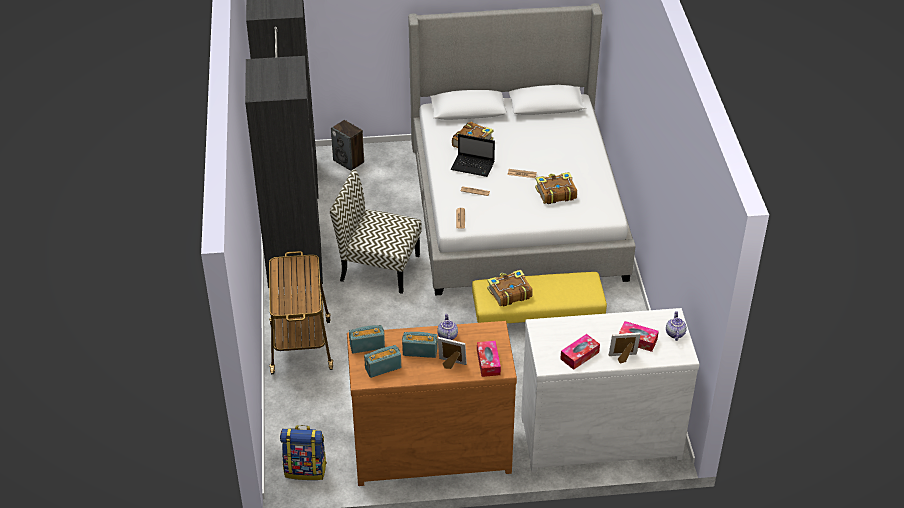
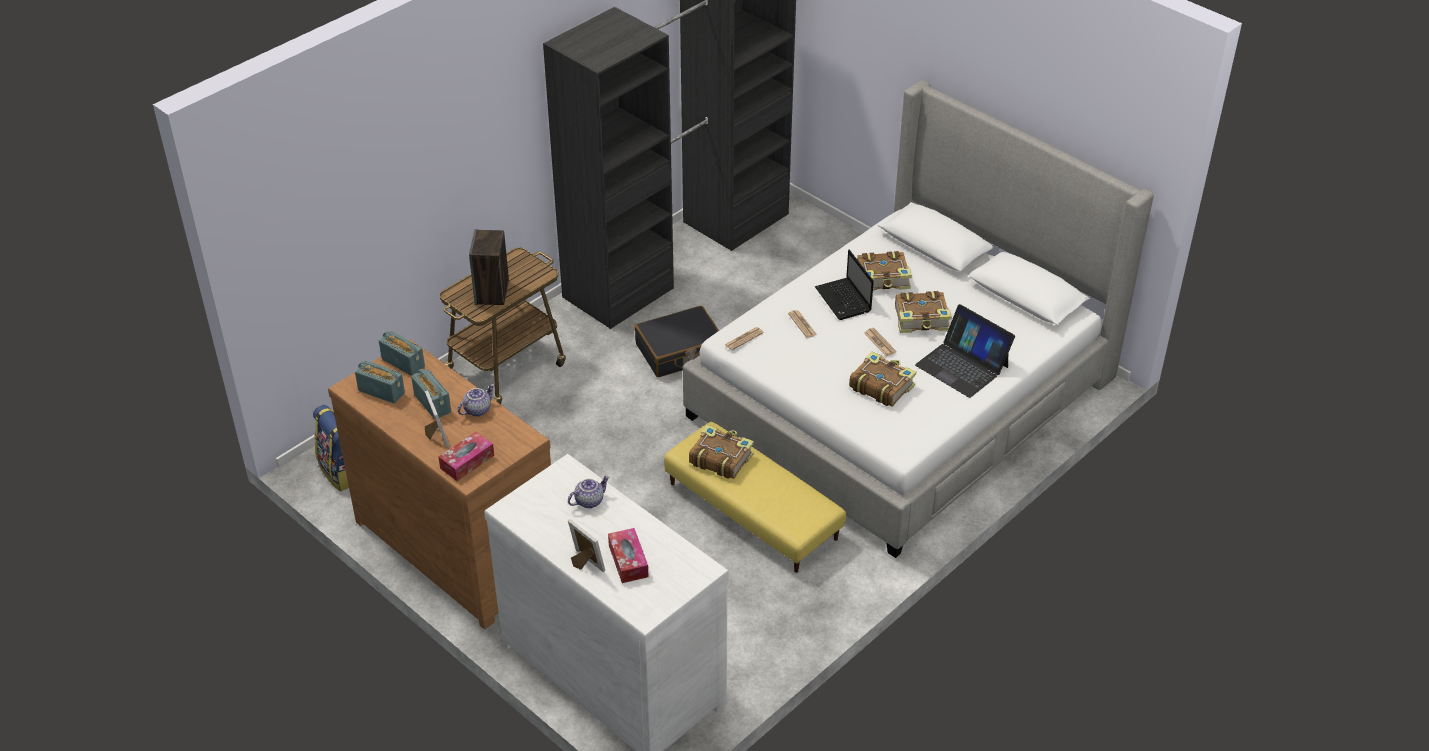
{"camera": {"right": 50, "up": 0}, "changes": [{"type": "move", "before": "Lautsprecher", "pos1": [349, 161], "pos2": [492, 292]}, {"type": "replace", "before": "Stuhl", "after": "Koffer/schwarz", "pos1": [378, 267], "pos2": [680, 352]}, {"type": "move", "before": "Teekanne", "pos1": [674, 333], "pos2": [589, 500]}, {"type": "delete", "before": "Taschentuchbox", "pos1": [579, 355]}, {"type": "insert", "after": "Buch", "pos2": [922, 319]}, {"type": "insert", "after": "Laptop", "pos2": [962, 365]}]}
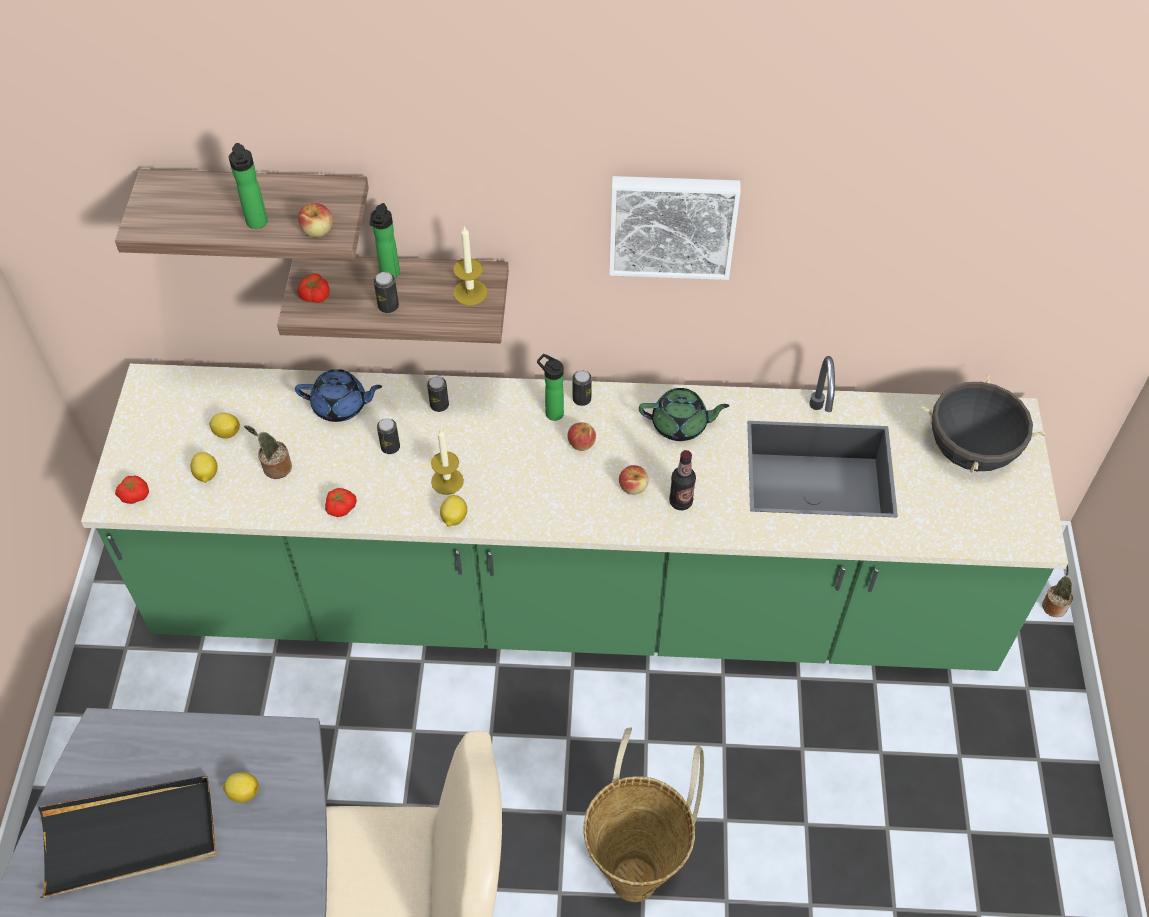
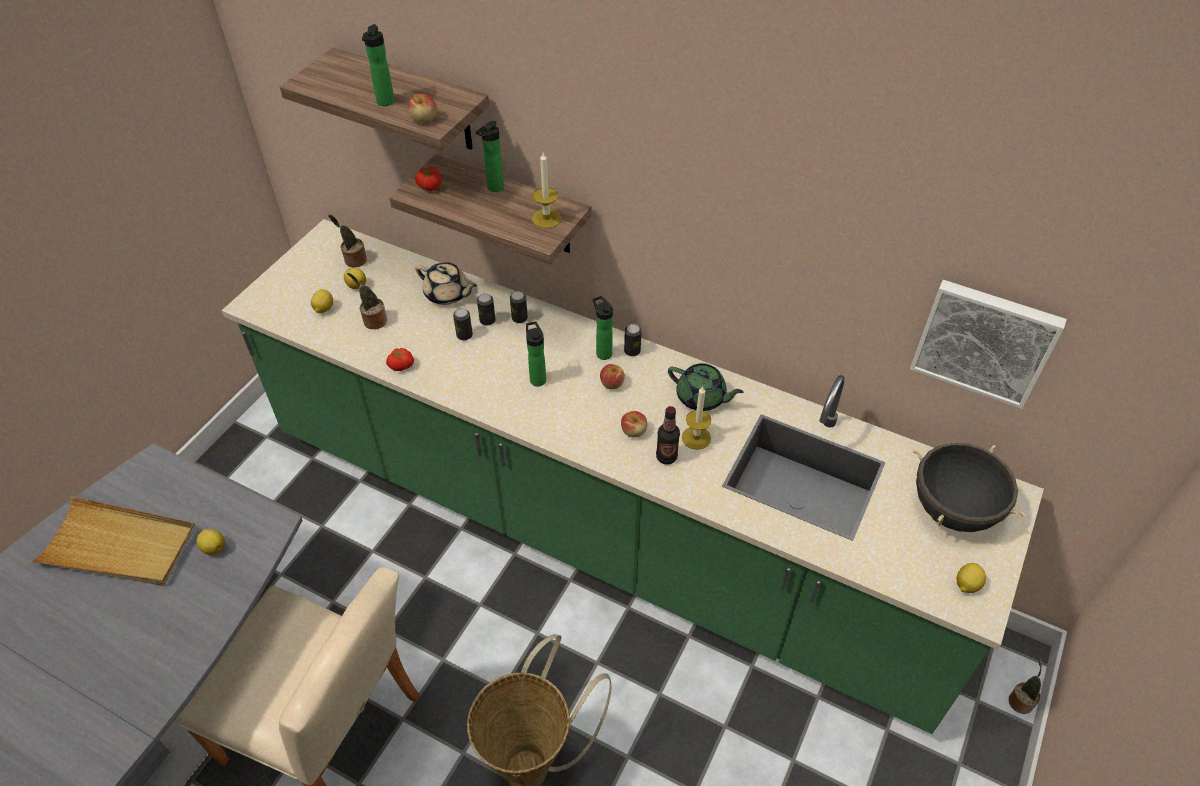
{"camera": {"right": 25, "up": -5}, "changes": [{"type": "move", "before": "Bild", "pos1": [672, 224], "pos2": [985, 341]}, {"type": "move", "before": "Dose", "pos1": [388, 306], "pos2": [487, 320]}, {"type": "recolor", "before": "Teekanne/blau", "after": "Teekanne/beige", "pos1": [341, 406], "pos2": [447, 294]}, {"type": "move", "before": "Kerze", "pos1": [447, 481], "pos2": [696, 437]}, {"type": "delete", "before": "Tomate", "pos1": [135, 494]}, {"type": "move", "before": "Zitrone", "pos1": [453, 518], "pos2": [966, 585]}, {"type": "recolor", "before": "Tablett/schwarz", "after": "Tablett/beige", "pos1": [130, 837], "pos2": [119, 546]}, {"type": "insert", "after": "Topfpflanze", "pos2": [354, 260]}, {"type": "insert", "after": "Flasche", "pos2": [537, 378]}]}
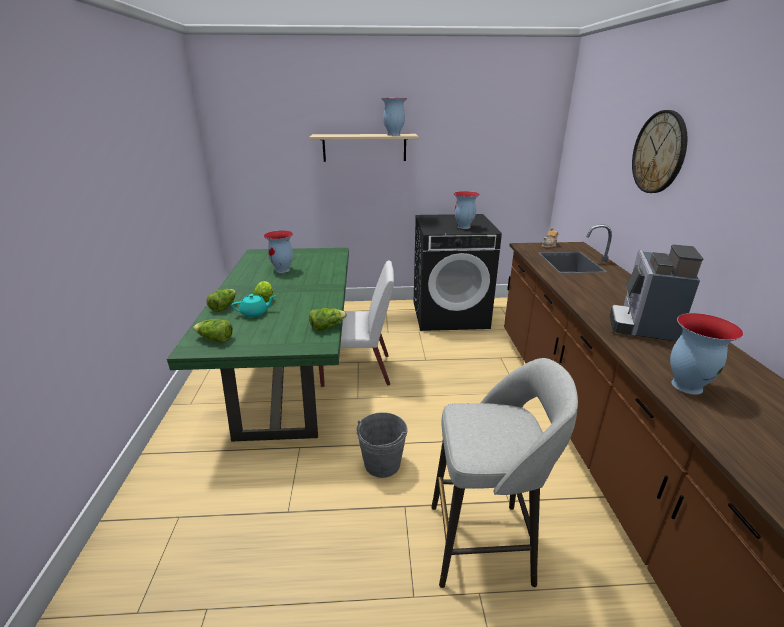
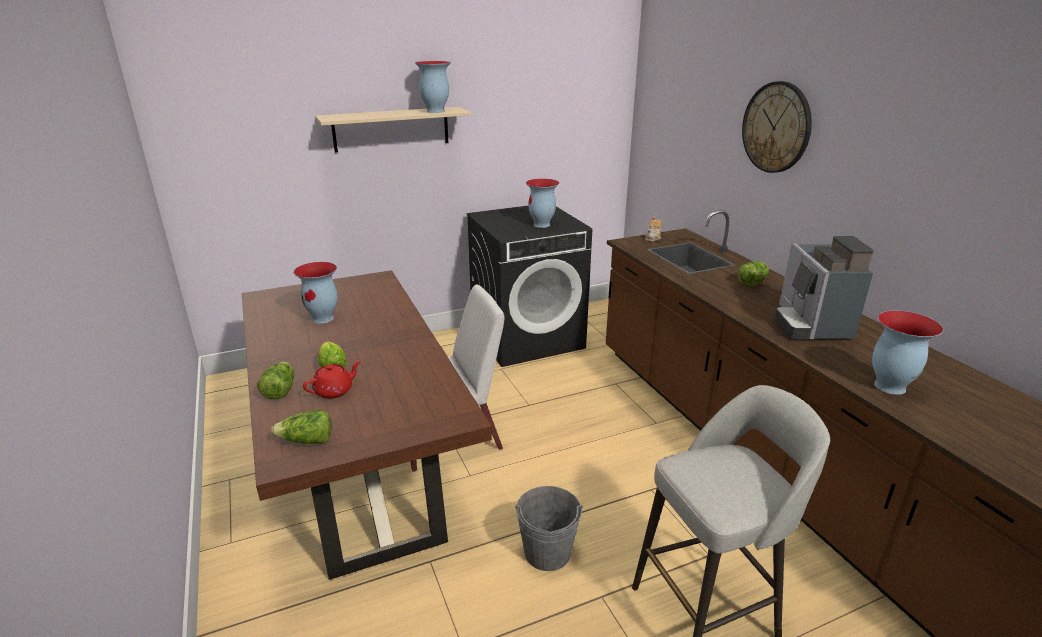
{"camera": {"right": -20, "up": 0}, "changes": [{"type": "recolor", "before": "Esstisch/grün", "after": "Esstisch/braun", "pos1": [291, 373], "pos2": [359, 461]}, {"type": "recolor", "before": "Teekanne/türkis", "after": "Teekanne/rot", "pos1": [255, 313], "pos2": [334, 391]}, {"type": "move", "before": "Salatkopf", "pos1": [327, 327], "pos2": [752, 282]}]}
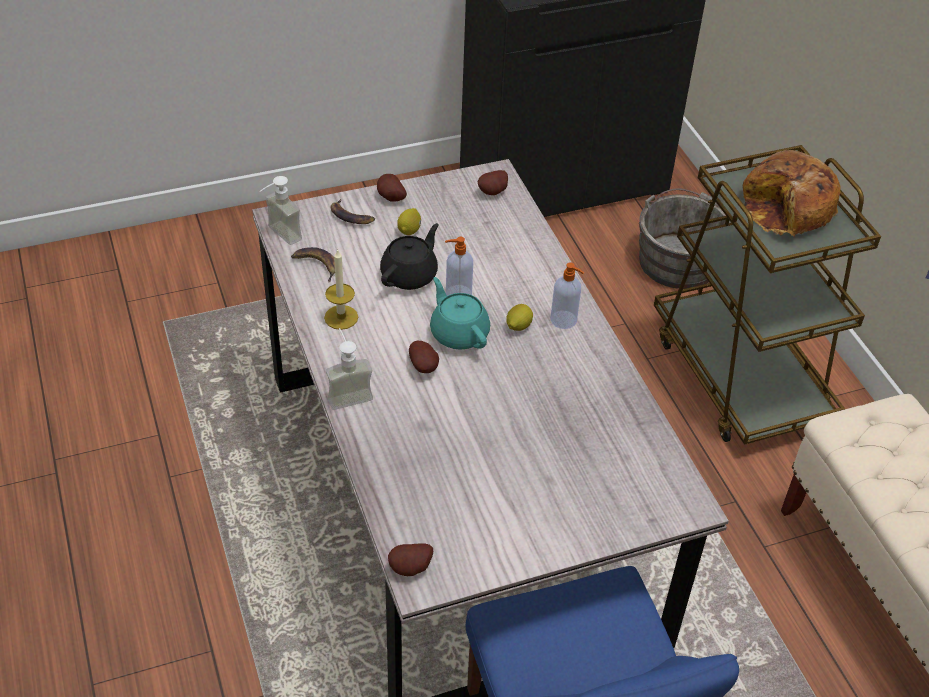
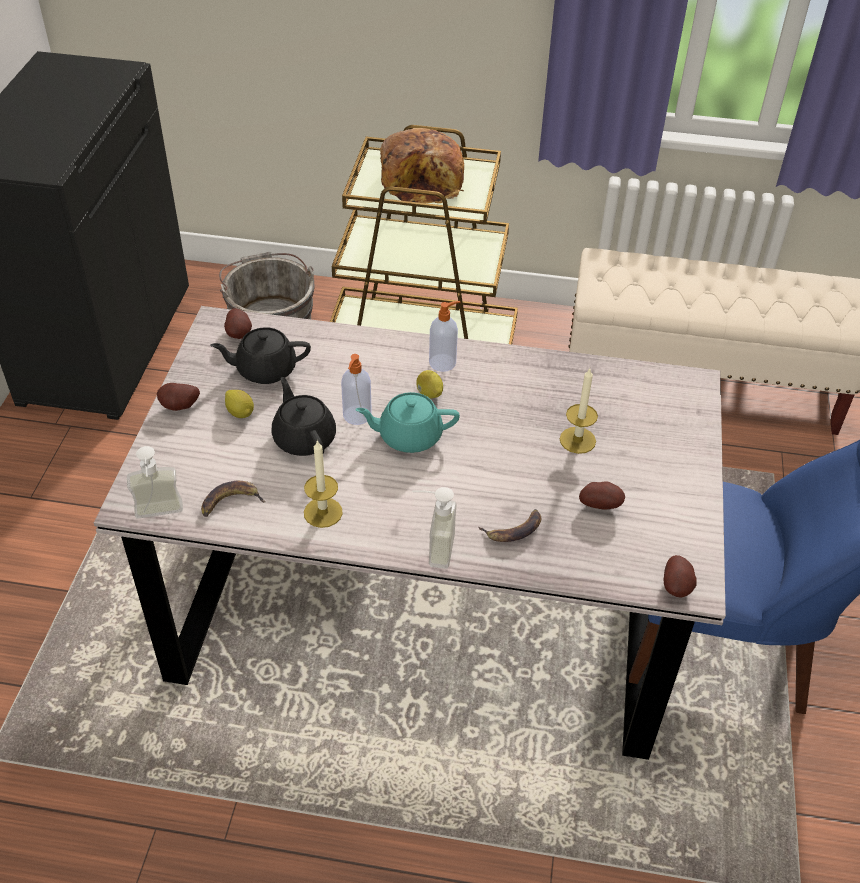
{"camera": {"right": -60, "up": 0}, "changes": [{"type": "move", "before": "Banane", "pos1": [351, 216], "pos2": [514, 529]}, {"type": "move", "before": "Kartoffel", "pos1": [424, 367], "pos2": [600, 504]}, {"type": "insert", "after": "Teekanne/schwarz", "pos2": [265, 369]}, {"type": "insert", "after": "Kerze", "pos2": [577, 440]}]}
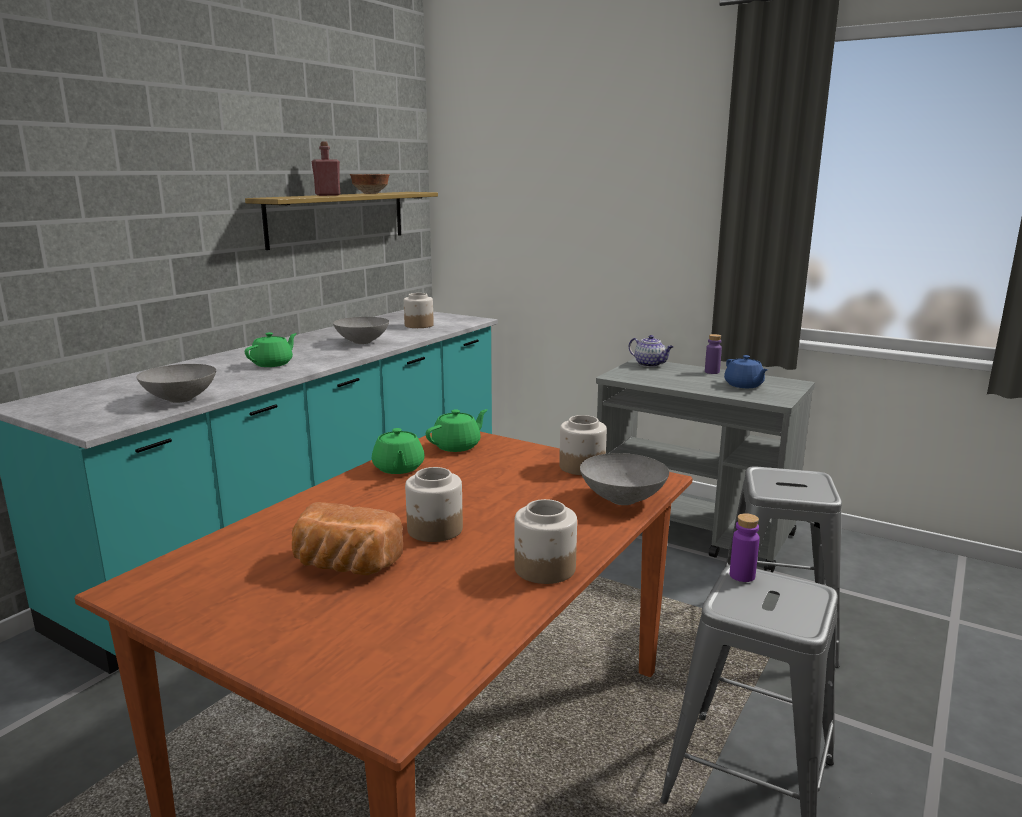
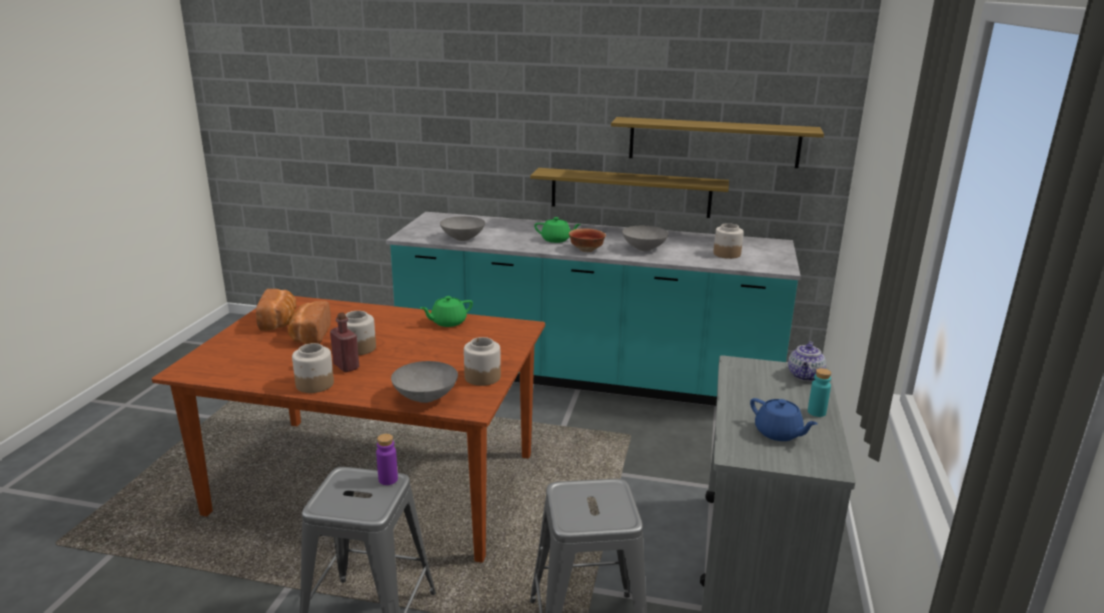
{"camera": {"right": 70, "up": 5}, "changes": [{"type": "move", "before": "Flasche/rot", "pos1": [327, 195], "pos2": [346, 366]}, {"type": "move", "before": "Schüssel", "pos1": [370, 193], "pos2": [587, 250]}, {"type": "recolor", "before": "Flasche/lila", "after": "Flasche/türkis", "pos1": [712, 372], "pos2": [816, 412]}, {"type": "rotate", "before": "Teekanne/blau", "pos1": [744, 385], "pos2": [778, 433], "turn": -90}, {"type": "delete", "before": "Teekanne/grün", "pos1": [457, 446]}, {"type": "insert", "after": "Wandregal", "pos2": [630, 192]}, {"type": "insert", "after": "Brot", "pos2": [279, 322]}]}
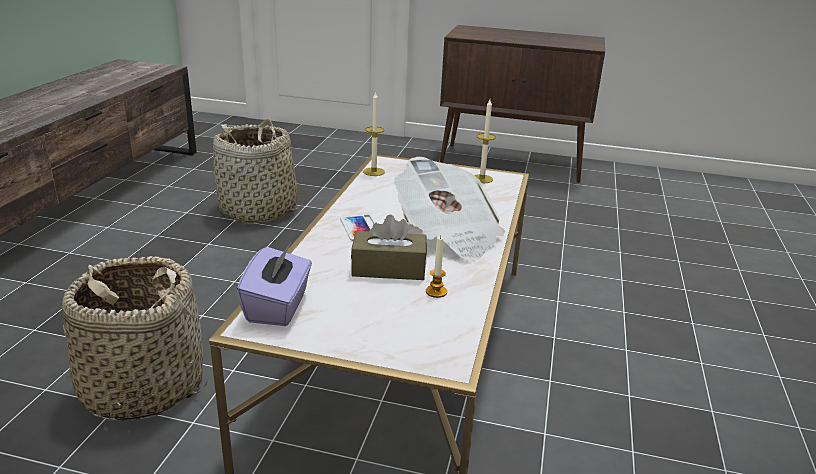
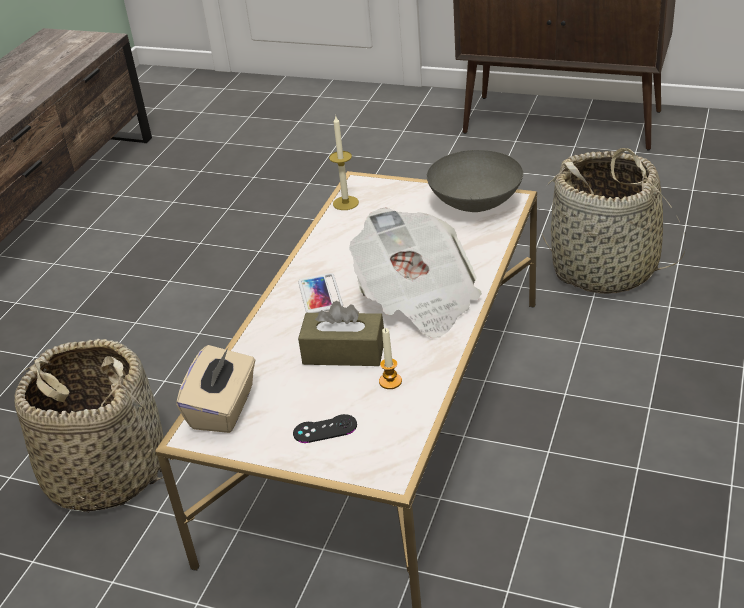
{"camera": {"right": 10, "up": 10}, "changes": [{"type": "replace", "before": "Kerze", "after": "Schüssel/grau", "pos1": [482, 179], "pos2": [475, 205]}, {"type": "move", "before": "Korb", "pos1": [259, 210], "pos2": [605, 269]}, {"type": "recolor", "before": "Taschentuchbox/lila", "after": "Taschentuchbox/beige", "pos1": [278, 307], "pos2": [223, 408]}, {"type": "insert", "after": "Gamepad/schwarz", "pos2": [325, 429]}]}
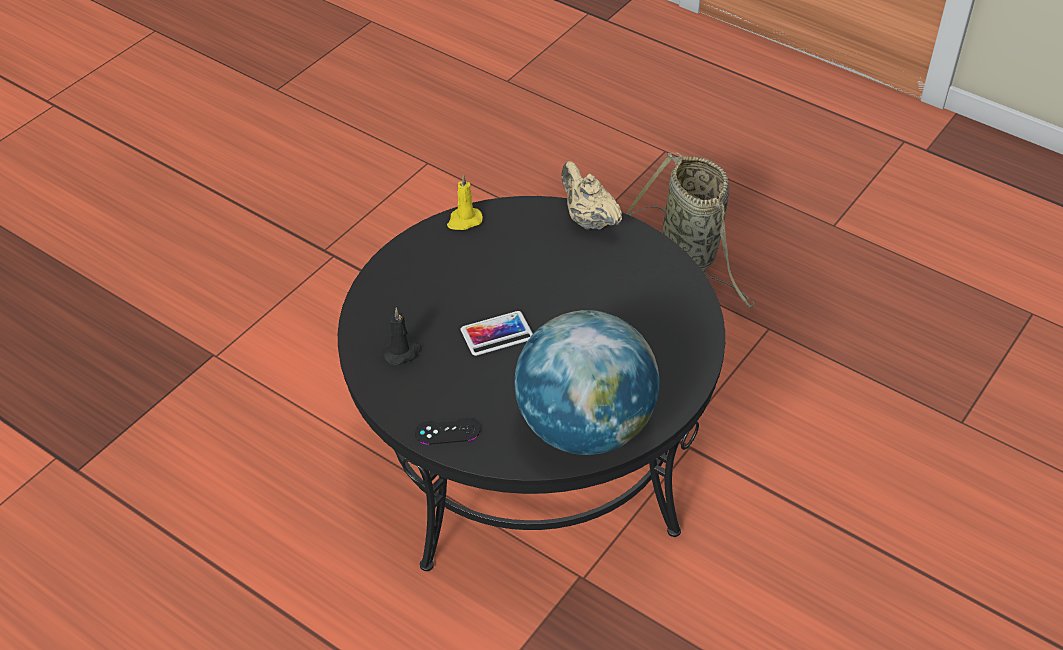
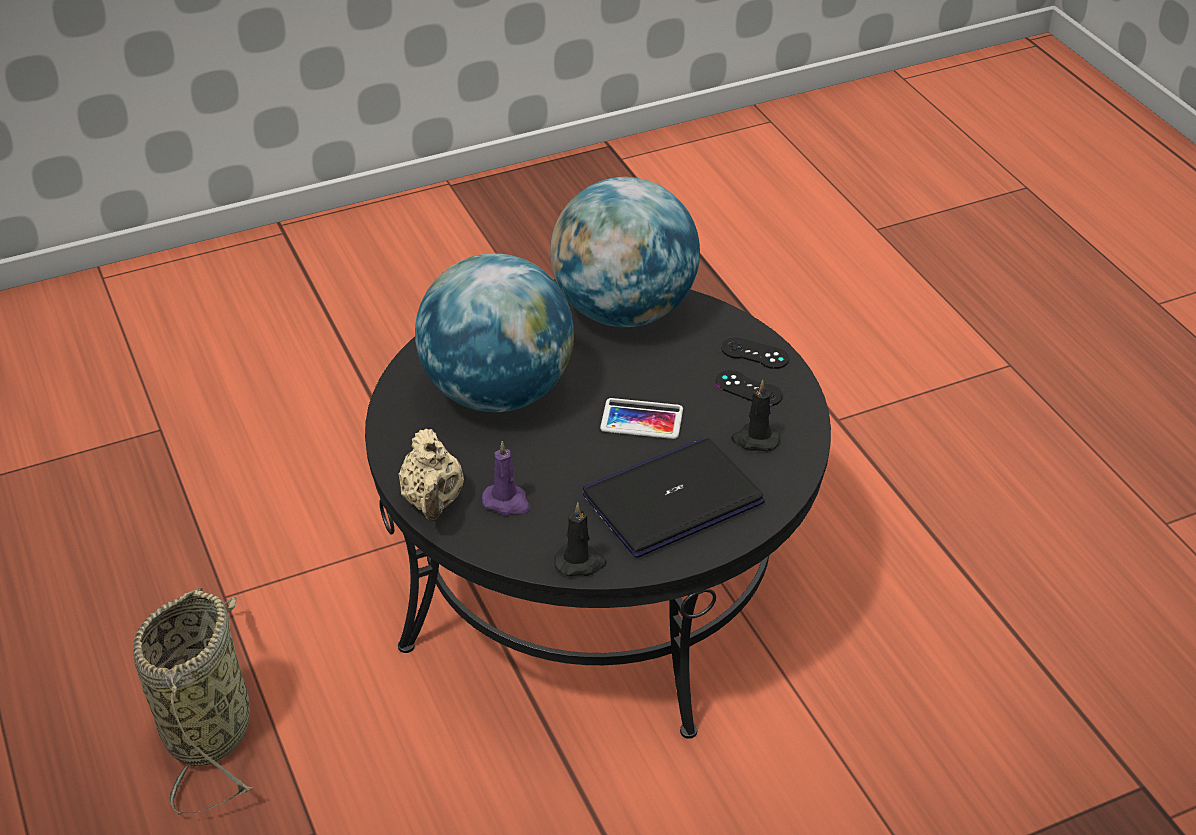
{"camera": {"right": -150, "up": -5}, "changes": [{"type": "recolor", "before": "Kerze/gelb", "after": "Kerze/schwarz", "pos1": [464, 220], "pos2": [580, 563]}, {"type": "insert", "after": "Globus", "pos2": [498, 392]}, {"type": "insert", "after": "Gamepad/schwarz", "pos2": [748, 389]}, {"type": "insert", "after": "Laptop", "pos2": [673, 499]}, {"type": "insert", "after": "Kerze/lila", "pos2": [507, 502]}]}
